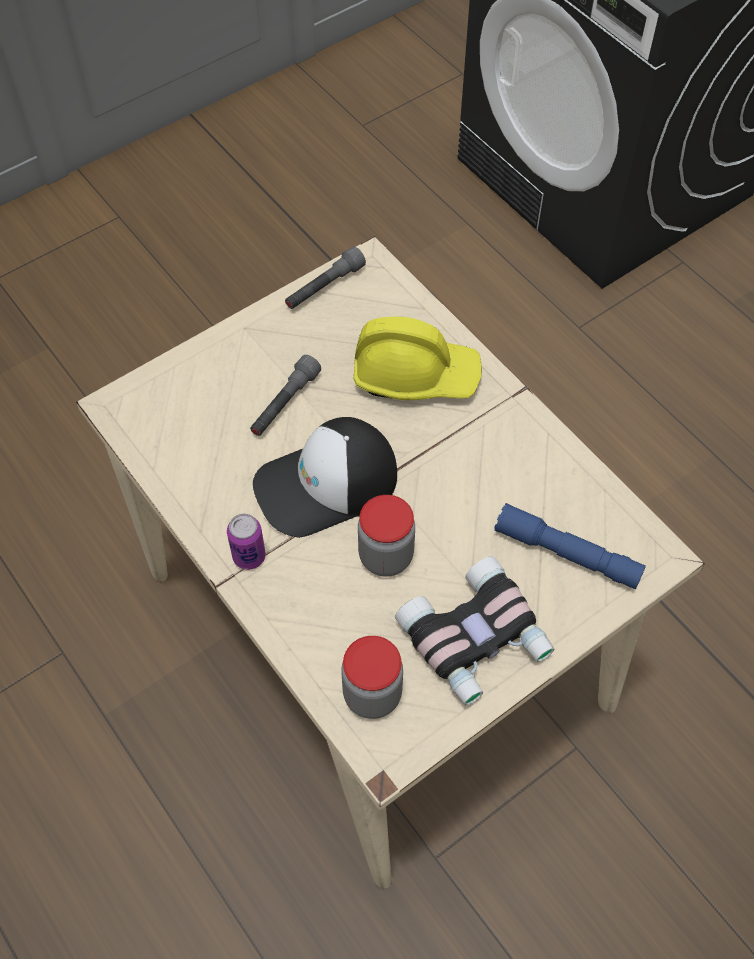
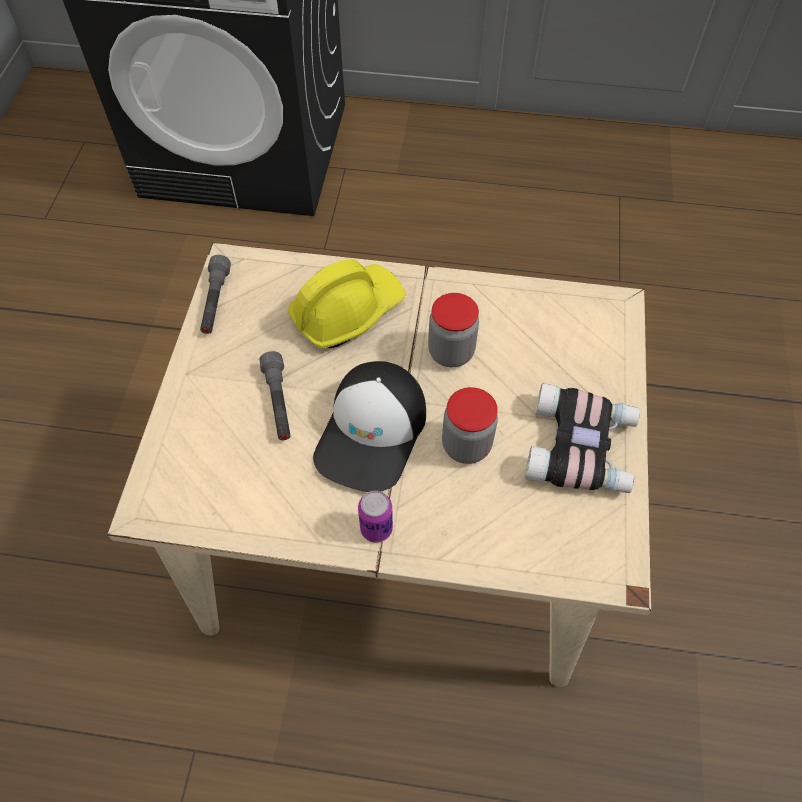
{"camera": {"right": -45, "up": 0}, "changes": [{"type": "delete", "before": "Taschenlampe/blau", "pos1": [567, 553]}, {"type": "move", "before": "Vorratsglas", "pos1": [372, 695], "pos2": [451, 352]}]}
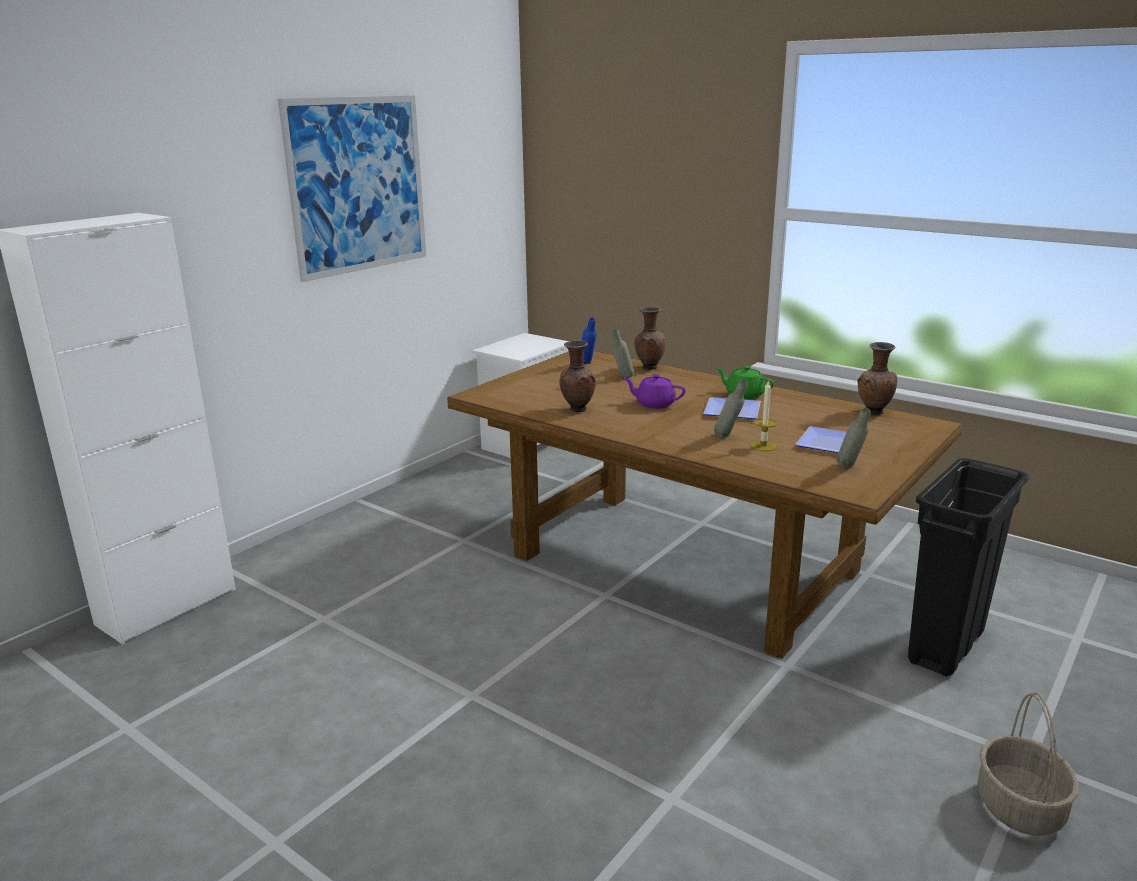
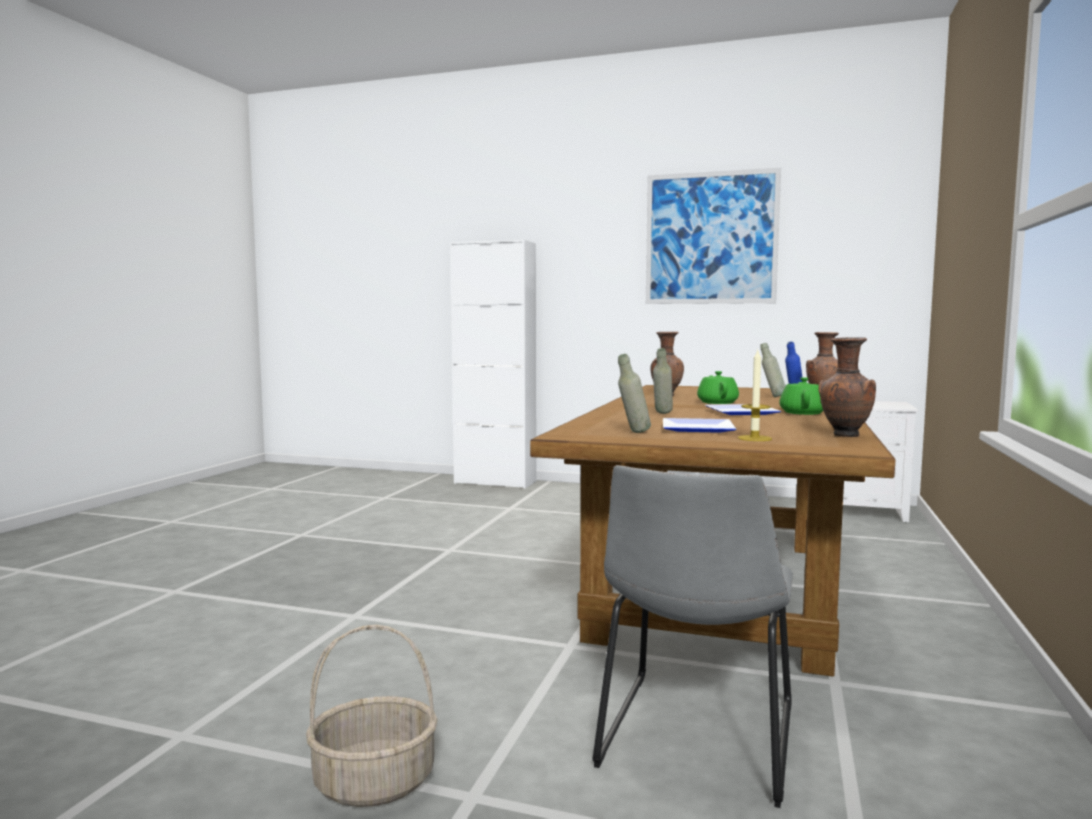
{"camera": {"right": 70, "up": -15}, "changes": [{"type": "recolor", "before": "Teekanne/lila", "after": "Teekanne/grün", "pos1": [654, 404], "pos2": [717, 402]}, {"type": "move", "before": "Kerze", "pos1": [763, 446], "pos2": [754, 438]}, {"type": "replace", "before": "Mülleimer/schwarz", "after": "Stuhl/grau", "pos1": [946, 647], "pos2": [696, 739]}]}
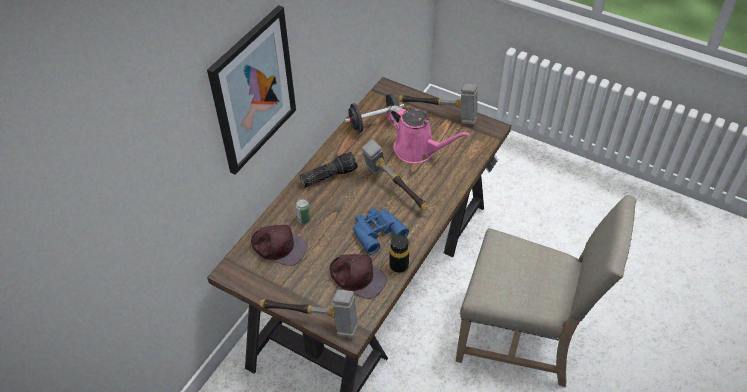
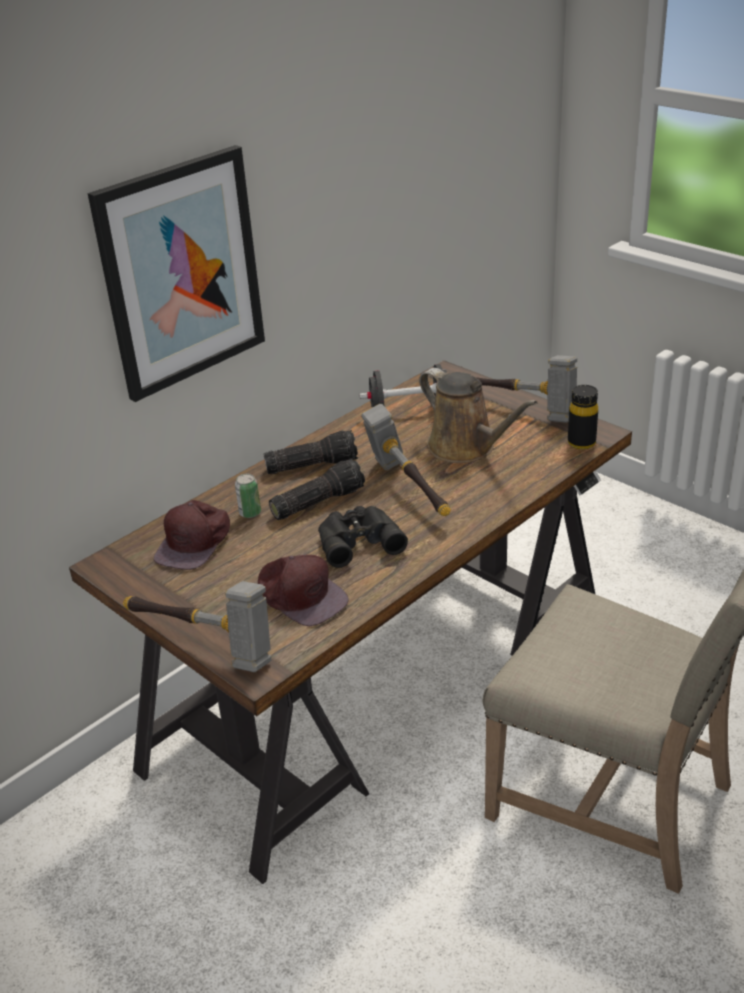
{"camera": {"right": 15, "up": -15}, "changes": [{"type": "recolor", "before": "Gießkanne/rosa", "after": "Gießkanne/braun", "pos1": [418, 150], "pos2": [466, 448]}, {"type": "recolor", "before": "Fernglas/blau", "after": "Fernglas/schwarz", "pos1": [376, 231], "pos2": [357, 540]}, {"type": "rotate", "before": "Kappe/braun", "pos1": [279, 247], "pos2": [195, 542], "turn": 75}, {"type": "move", "before": "Flasche/schwarz", "pos1": [399, 266], "pos2": [581, 443]}, {"type": "insert", "after": "Taschenlampe", "pos2": [317, 502]}]}
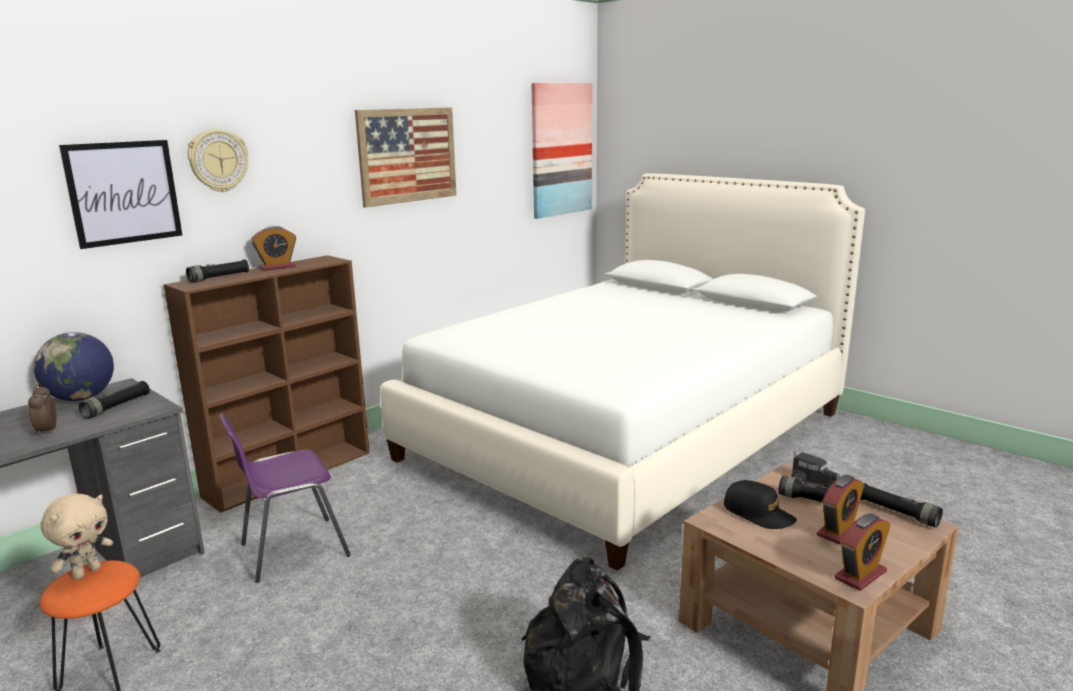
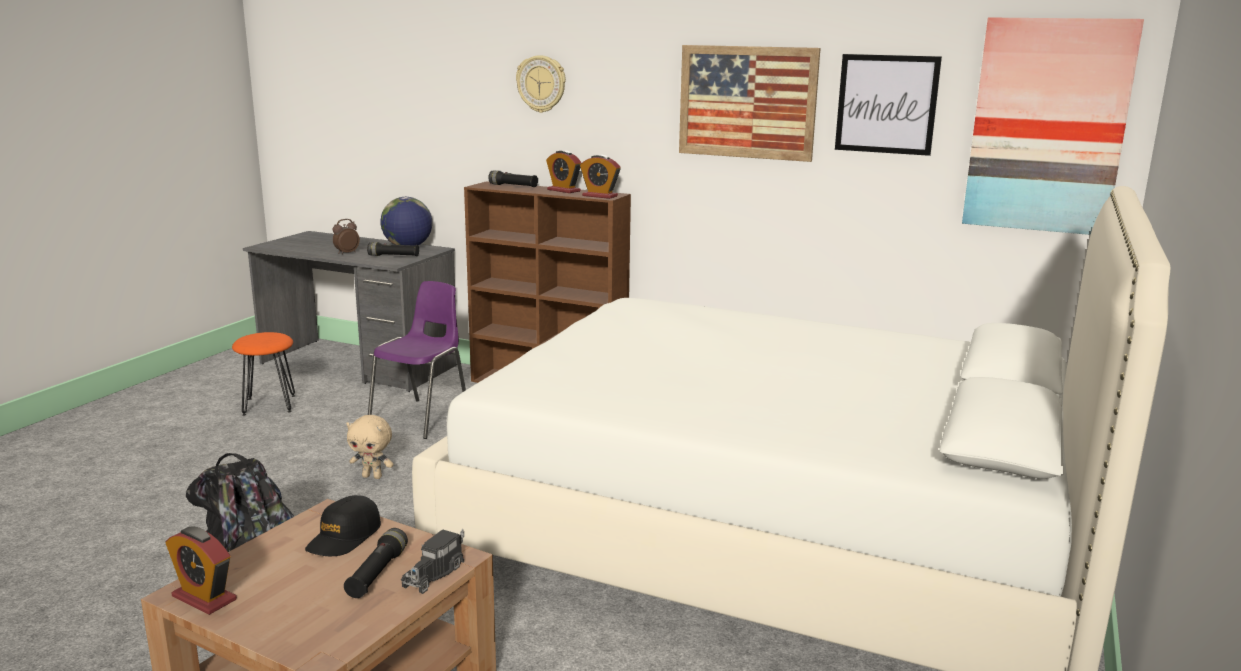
{"camera": {"right": 70, "up": 0}, "changes": [{"type": "move", "before": "Bild", "pos1": [124, 192], "pos2": [886, 104]}, {"type": "rotate", "before": "Stuhl/lila", "pos1": [291, 550], "pos2": [422, 418], "turn": 75}, {"type": "move", "before": "Wecker", "pos1": [839, 531], "pos2": [600, 196]}, {"type": "delete", "before": "Taschenlampe/schwarz", "pos1": [897, 513]}, {"type": "move", "before": "Plüschtier/beige", "pos1": [86, 572], "pos2": [372, 476]}]}
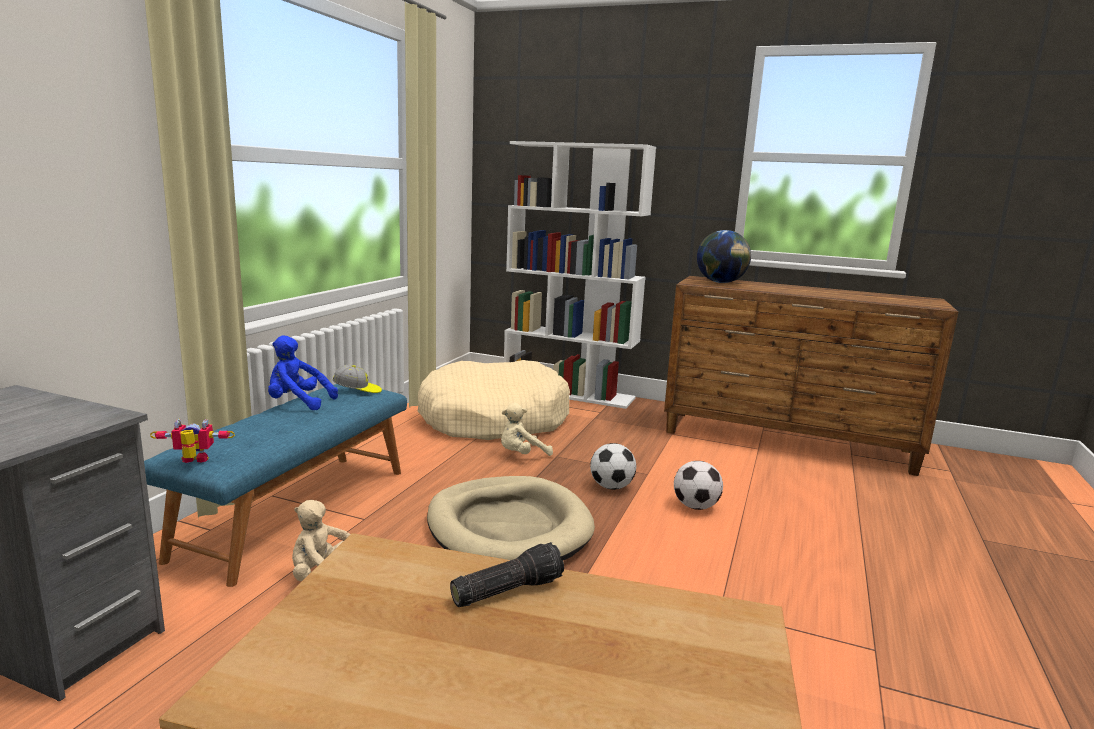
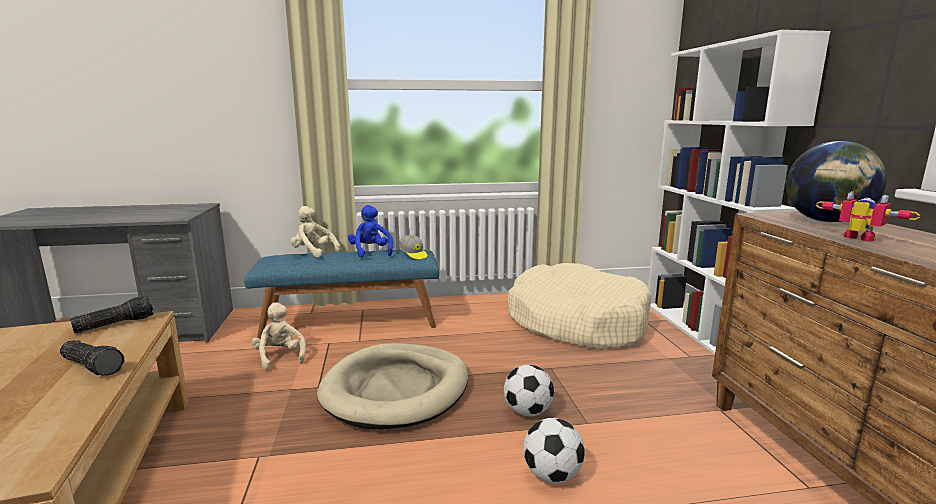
{"camera": {"right": 60, "up": 0}, "changes": [{"type": "move", "before": "Plüschtier/beige", "pos1": [521, 455], "pos2": [313, 252]}, {"type": "move", "before": "Spielzeugroboter", "pos1": [193, 462], "pos2": [857, 239]}, {"type": "insert", "after": "Taschenlampe", "pos2": [115, 324]}]}
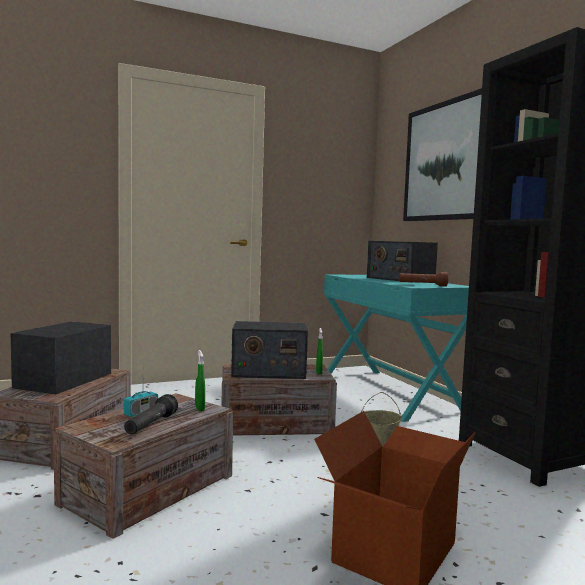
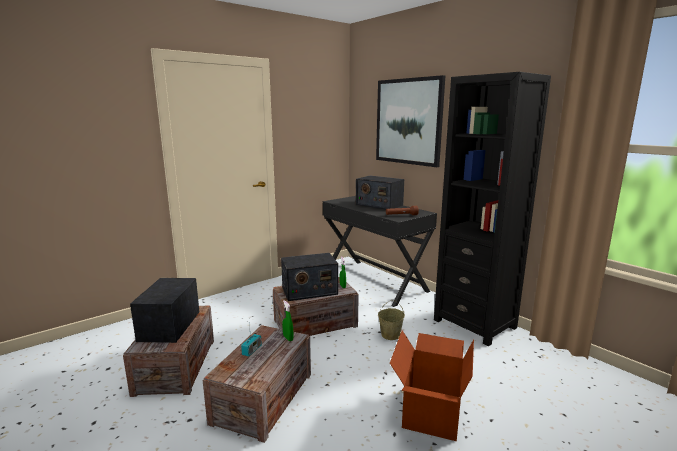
{"camera": {"right": -15, "up": 10}, "changes": [{"type": "recolor", "before": "Schreibtisch/türkis", "after": "Schreibtisch/schwarz", "pos1": [389, 393], "pos2": [374, 281]}, {"type": "delete", "before": "Taschenlampe/schwarz", "pos1": [150, 425]}]}
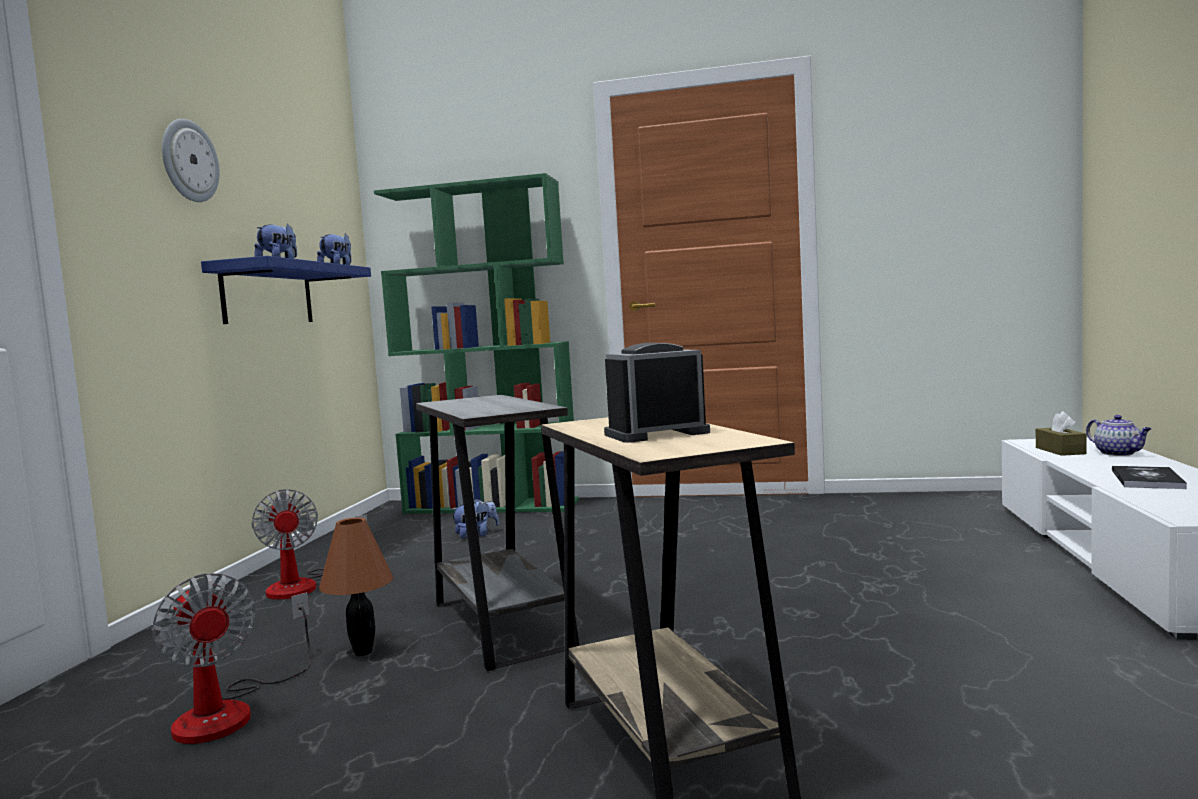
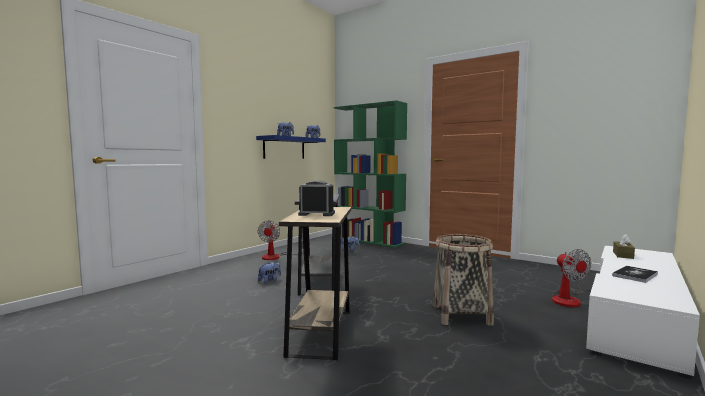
{"camera": {"right": 25, "up": 0}, "changes": [{"type": "delete", "before": "Wanduhr", "pos1": [189, 161]}, {"type": "delete", "before": "Teekanne", "pos1": [1118, 453]}, {"type": "replace", "before": "Tischlampe/braun", "after": "Plüschtier", "pos1": [363, 652], "pos2": [269, 281]}, {"type": "move", "before": "Ventilator", "pos1": [231, 710], "pos2": [567, 299]}, {"type": "insert", "after": "Korb", "pos2": [461, 315]}]}
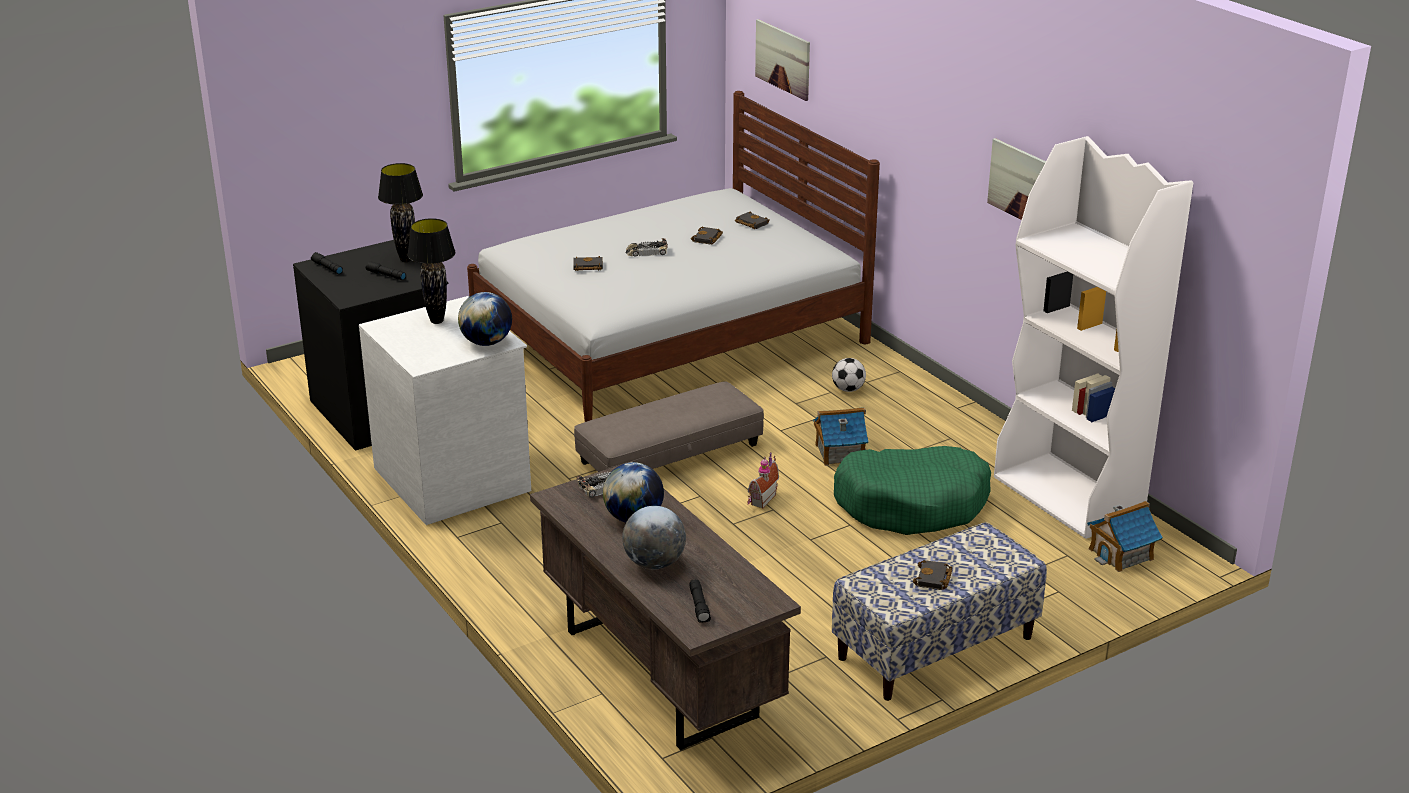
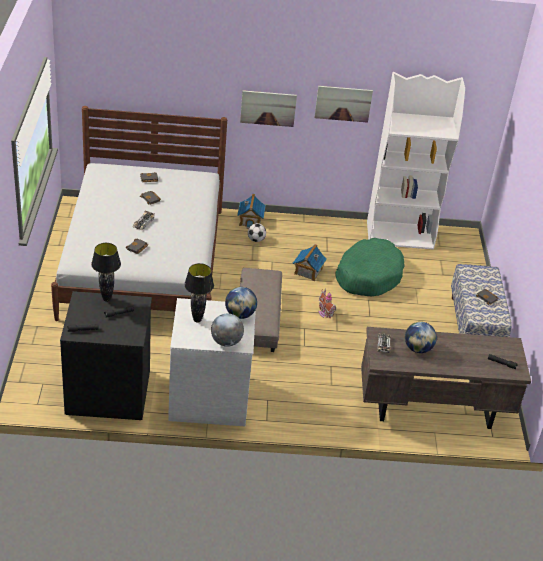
{"camera": {"right": -60, "up": 10}, "changes": [{"type": "move", "before": "Bild", "pos1": [783, 59], "pos2": [268, 108]}, {"type": "move", "before": "Spielzeughaus", "pos1": [1121, 554], "pos2": [250, 220]}, {"type": "move", "before": "Globus", "pos1": [654, 563], "pos2": [226, 342]}]}
